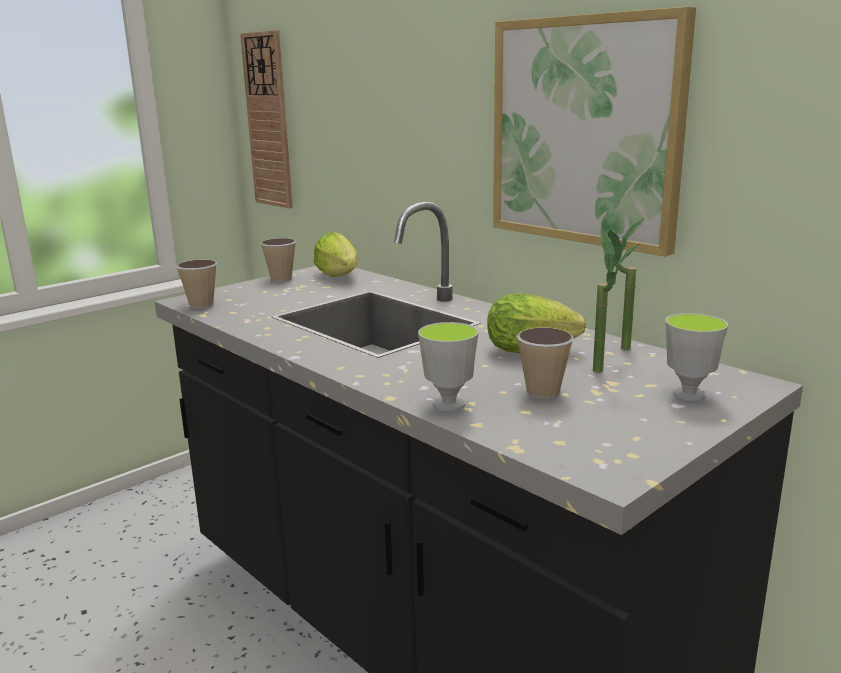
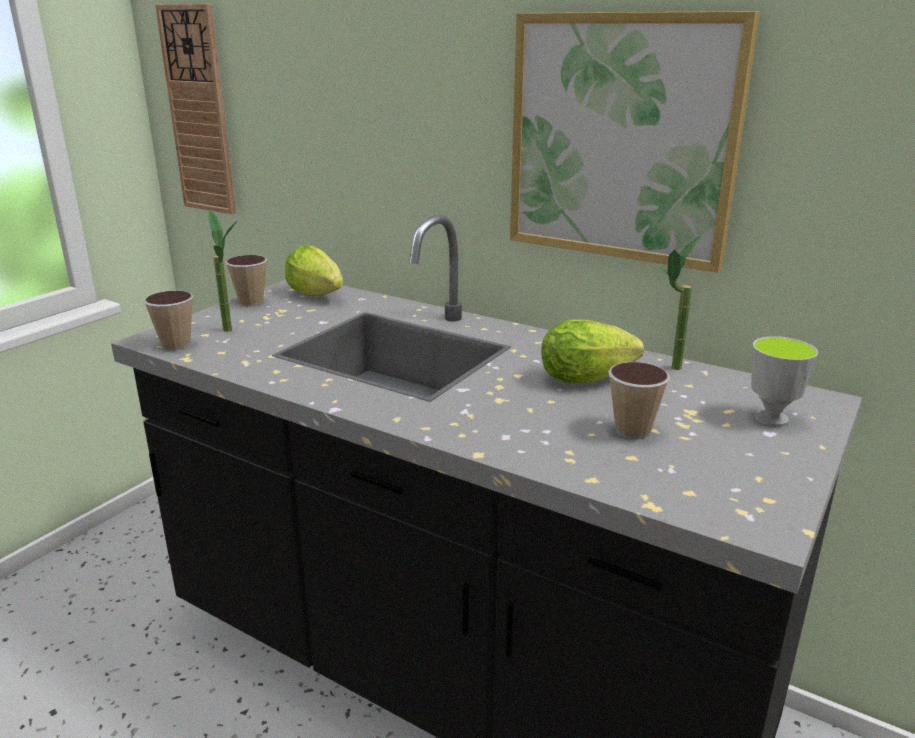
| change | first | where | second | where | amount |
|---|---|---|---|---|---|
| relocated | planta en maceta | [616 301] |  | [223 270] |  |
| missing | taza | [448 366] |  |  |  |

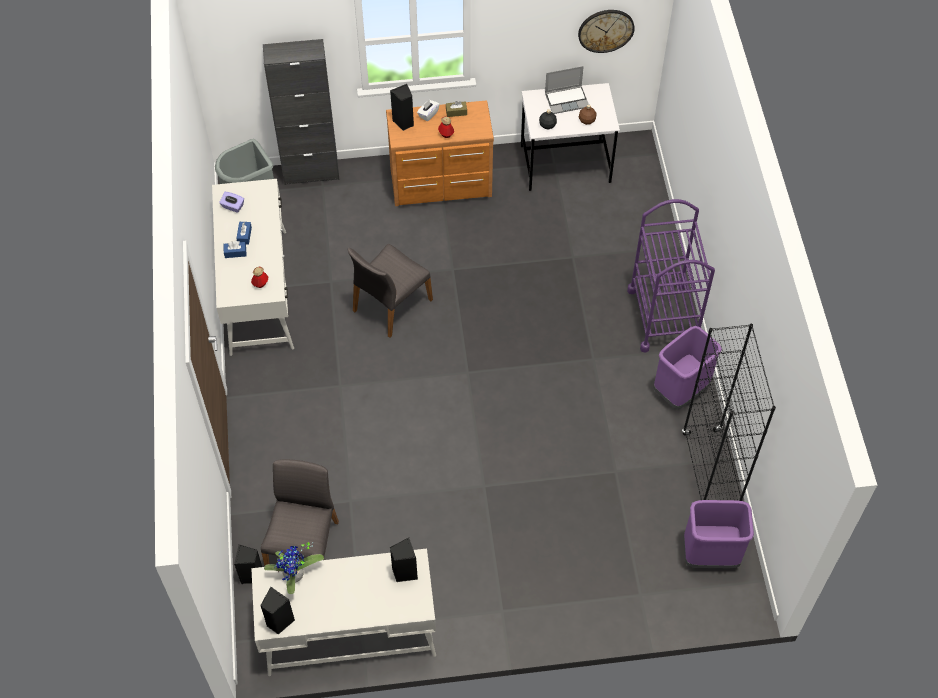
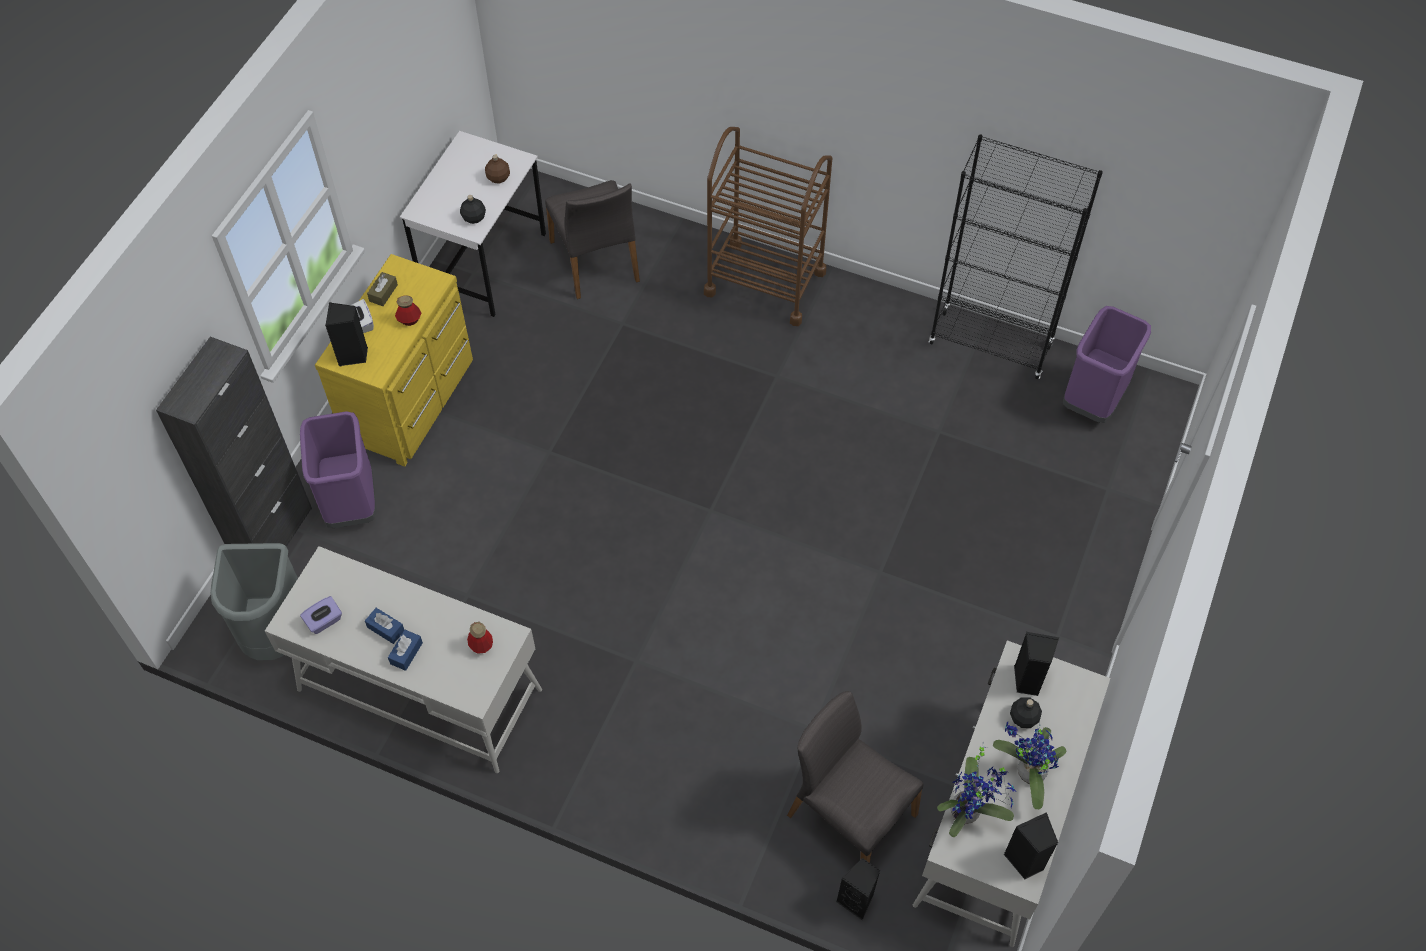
| change | first | where | second | where | amount |
|---|---|---|---|---|---|
| relocated | papelera/morado | [687 367] |  | [338 469] |  |
| colour | cómoda/marrón | [440 153] | cómoda/amarillo | [394 360] |  |
| relocated | silla/gris | [390 291] |  | [592 239] |  |
| colour | carrito/morado | [671 276] | carrito/marrón | [768 226] |  |
| appeared |  |  | planta en maceta | [1030 765] |  |
| appeared |  |  | botella/negro | [1026 712] |  |
| missing | portátil | [567 90] |  |  |  |
| missing | reloj de pared | [606 31] |  |  |  |

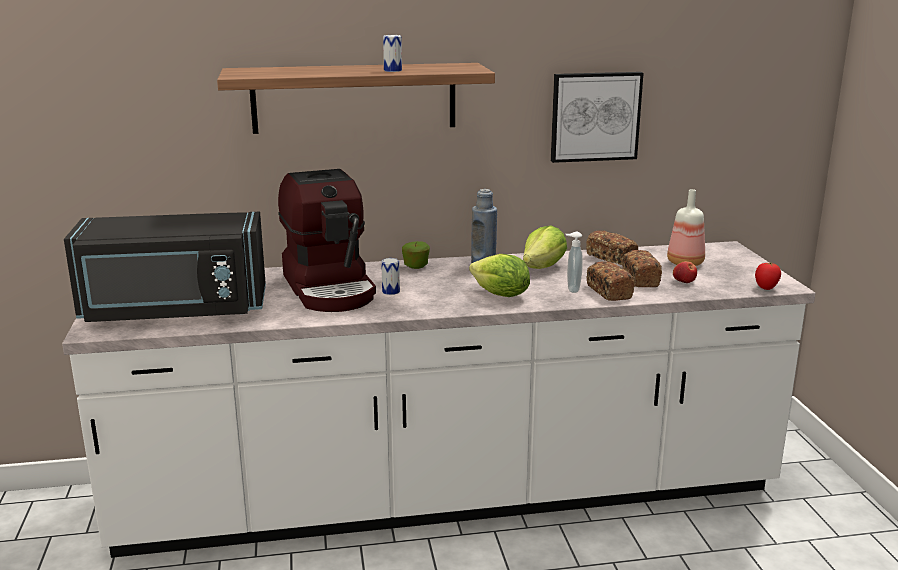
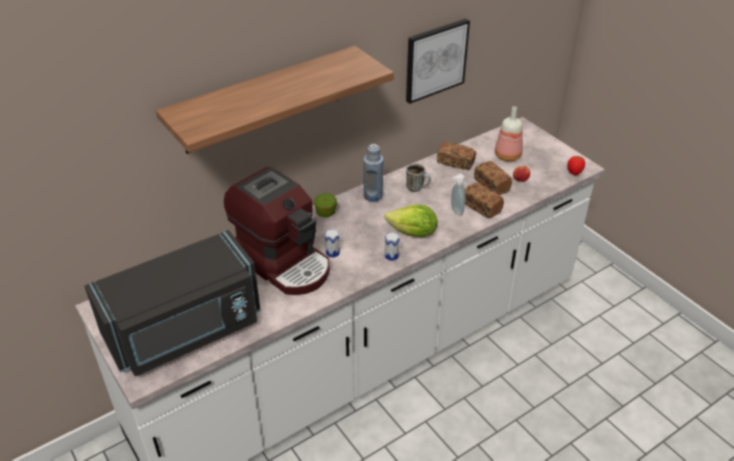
| change | first | where | second | where | amount |
|---|---|---|---|---|---|
| relocated | lata | [392 53] |  | [392 246] |  |
| exchanged | lechuga | [545 247] | taza grande | [418 178] |  |

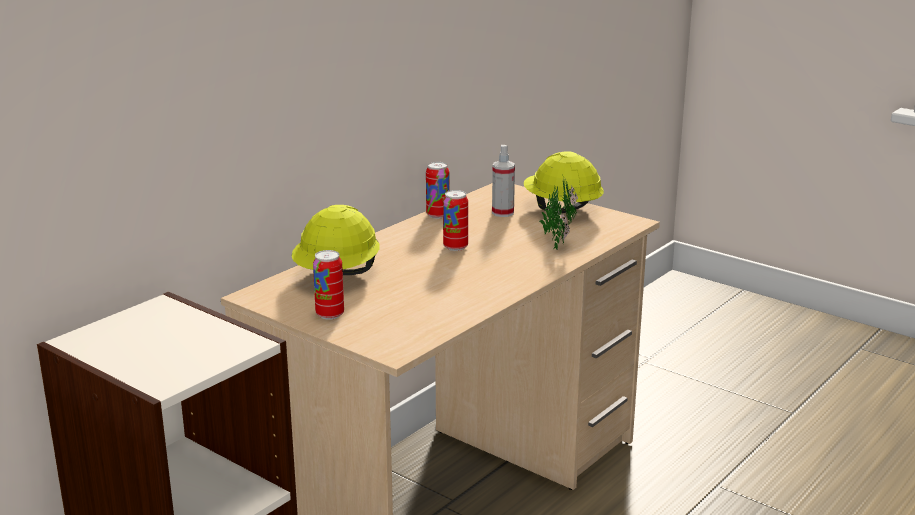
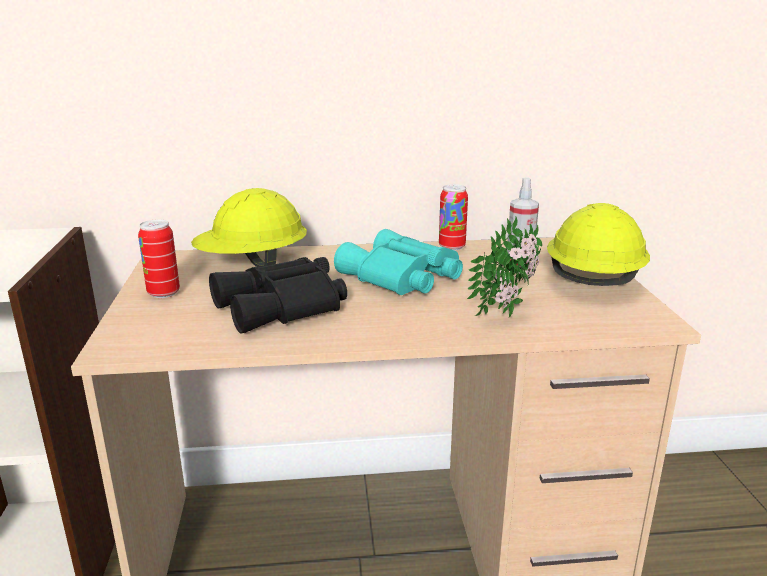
| change | first | where | second | where | amount |
|---|---|---|---|---|---|
| appeared |  |  | prismáticos/negro | [278 295] |  |
| exchanged | lata | [455 220] | prismáticos/turquesa | [398 262] |  |

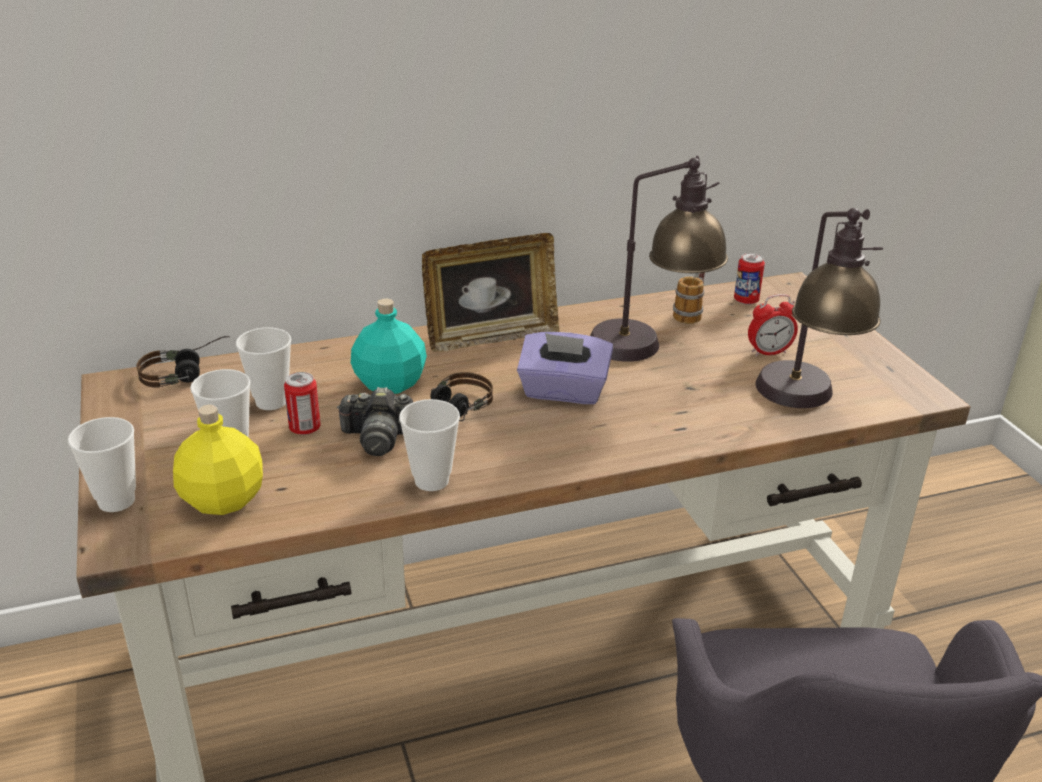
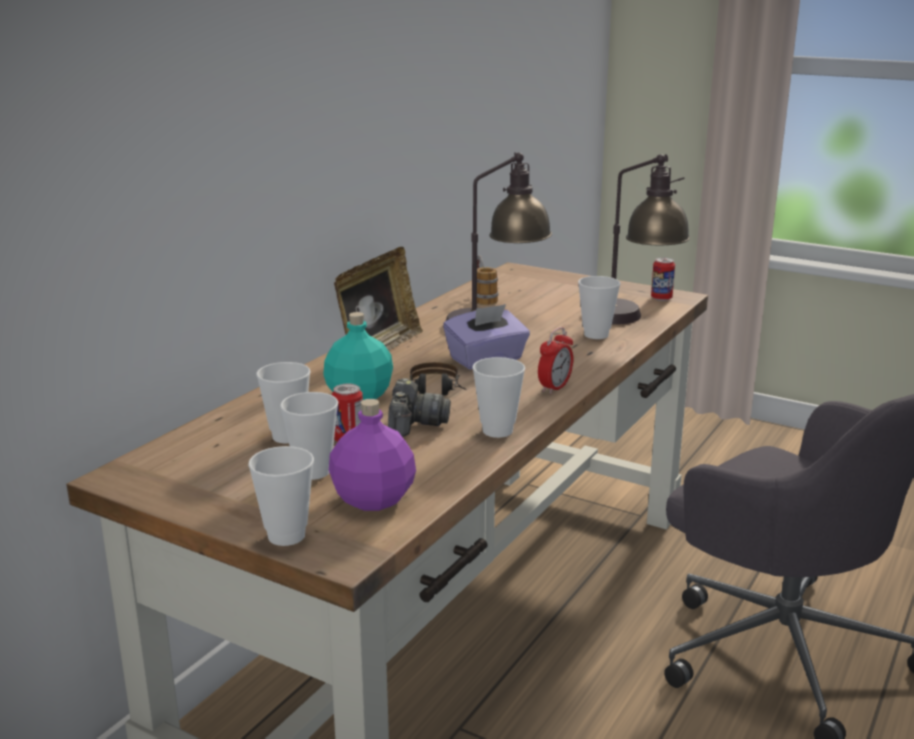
| change | first | where | second | where | amount |
|---|---|---|---|---|---|
| colour | botella/amarillo | [218 459] | botella/morado | [372 455] |  |
| spun | cámara | [375 421] |  | [419 407] | 45 degrees counterclockwise |
| relocated | despertador | [773 325] |  | [555 360] |  |
| appeared |  |  | taza | [599 307] |  |
| relocated | lata | [749 279] |  | [663 279] |  |
| missing | auriculares | [183 361] |  |  |  |

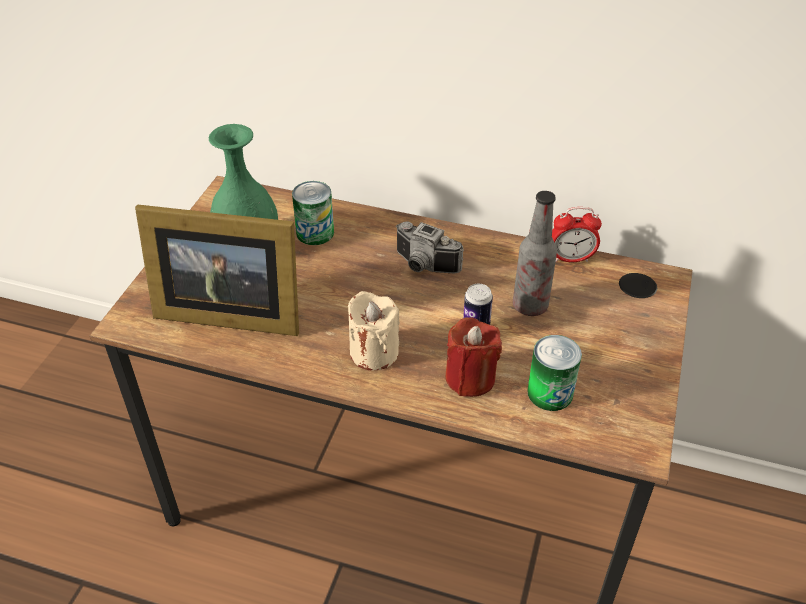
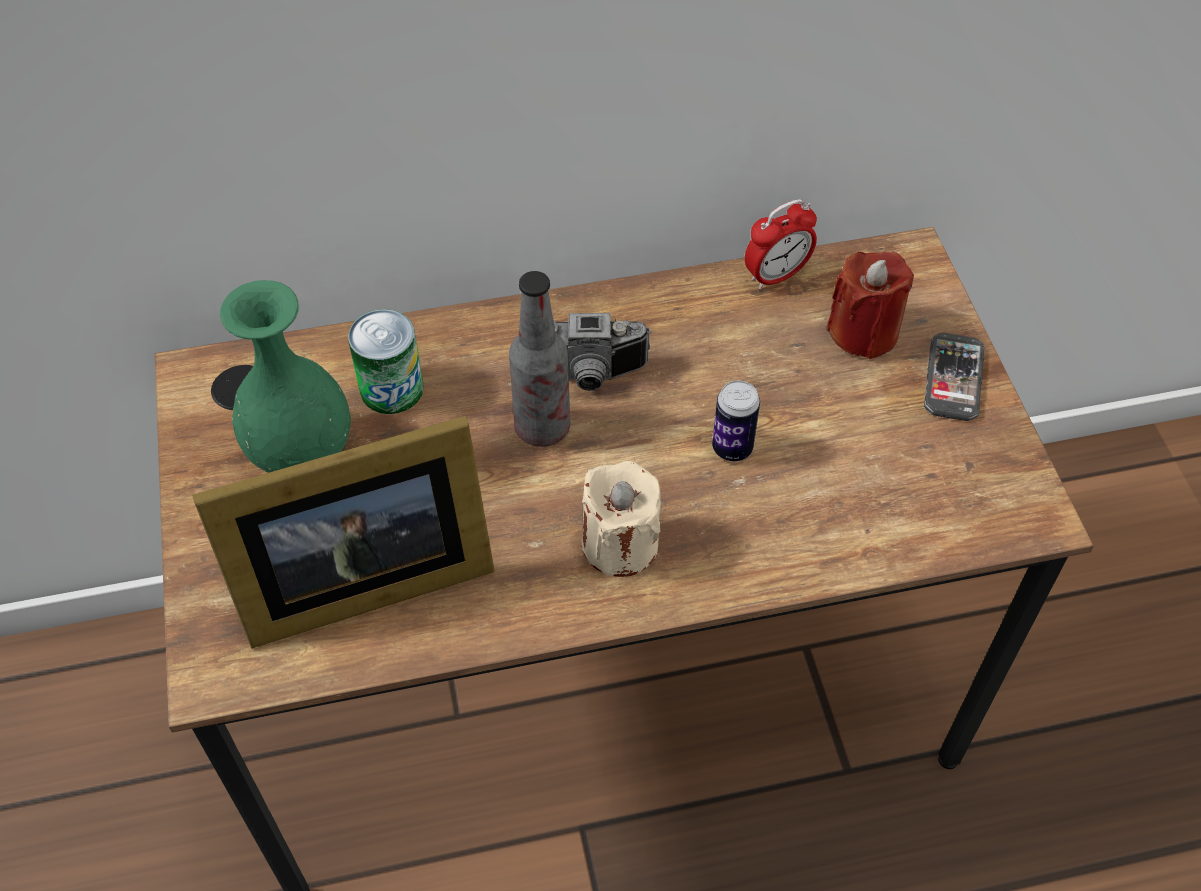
| change | first | where | second | where | amount |
|---|---|---|---|---|---|
| relocated | botella | [535 253] |  | [539 359] |  |
| relocated | vela/rojo | [473 357] |  | [870 305] |  |
| appeared |  |  | móvil | [954 377] |  |
| missing | lata | [554 373] |  |  |  |

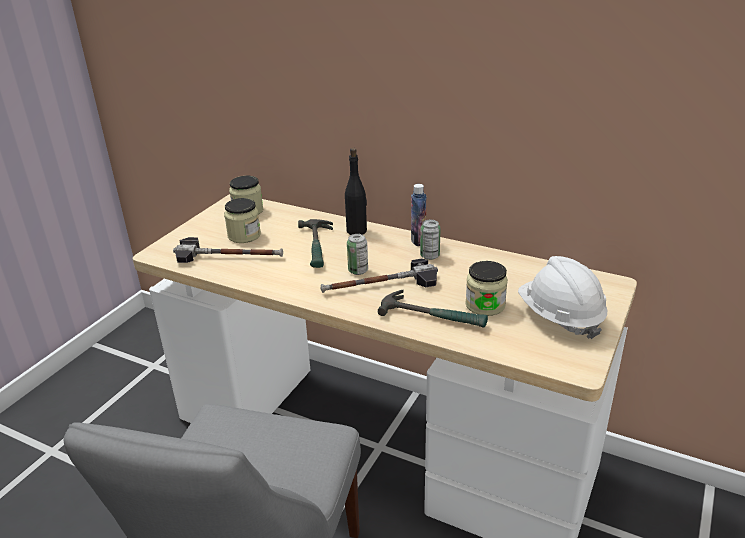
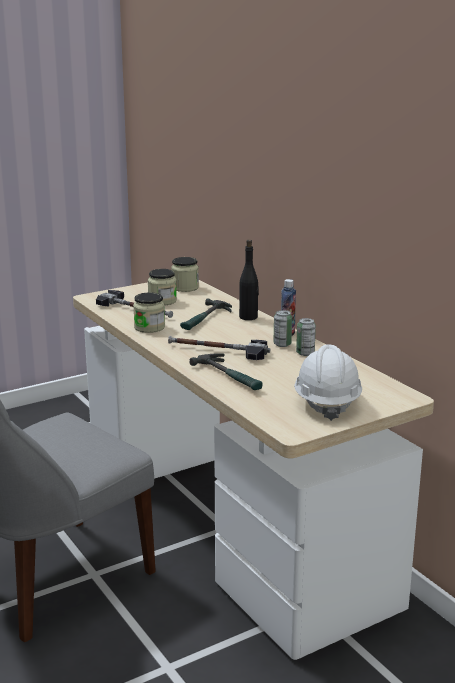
| change | first | where | second | where | amount |
|---|---|---|---|---|---|
| relocated | tarro | [486 288] |  | [149 312] |  |
| relocated | lata | [357 254] |  | [306 337] |  |

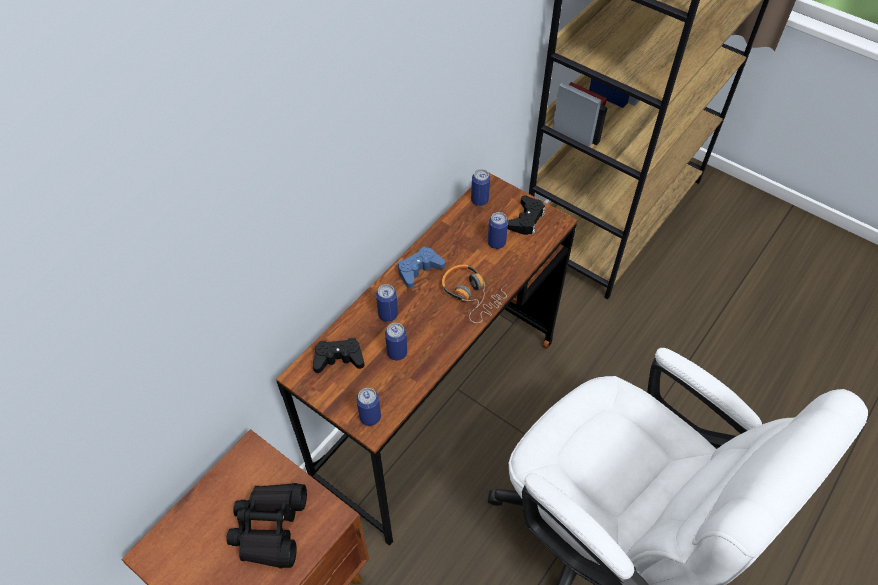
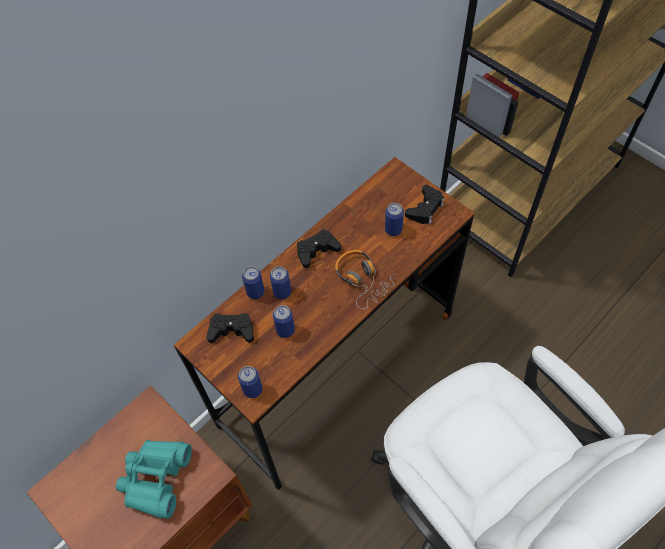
| change | first | where | second | where | amount |
|---|---|---|---|---|---|
| colour | prismáticos/negro | [266 525] | prismáticos/turquesa | [154 479] |  |
| relocated | lata | [480 187] |  | [253 282] |  |
| colour | mando de consola/azul | [421 267] | mando de consola/negro | [319 248] |  |

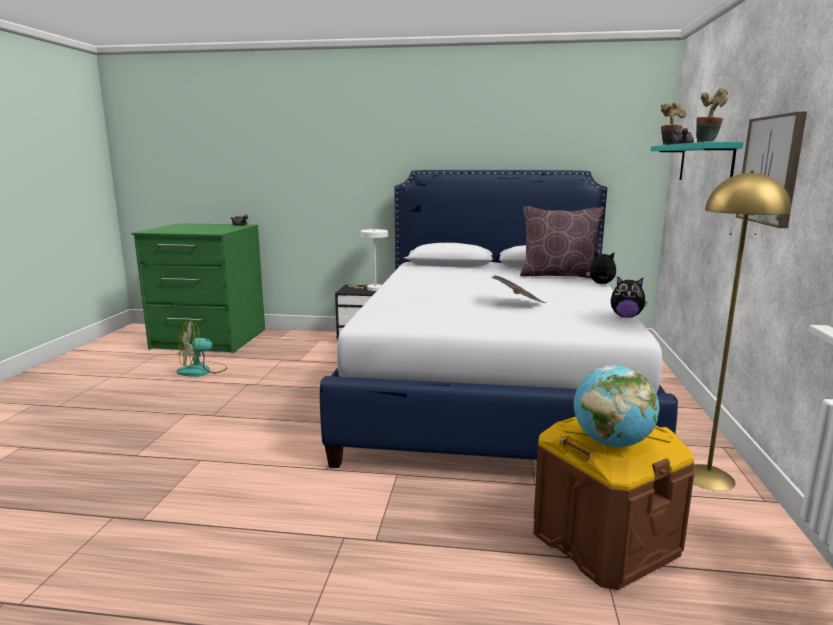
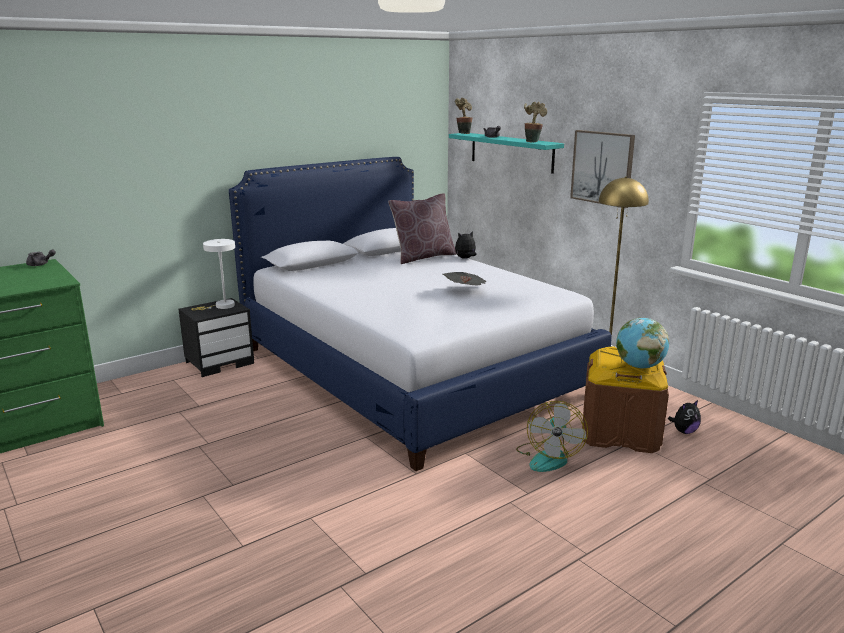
| change | first | where | second | where | amount |
|---|---|---|---|---|---|
| relocated | ventilador | [202 349] |  | [552 436] |  |
| relocated | peluche | [628 297] |  | [684 417] |  |

